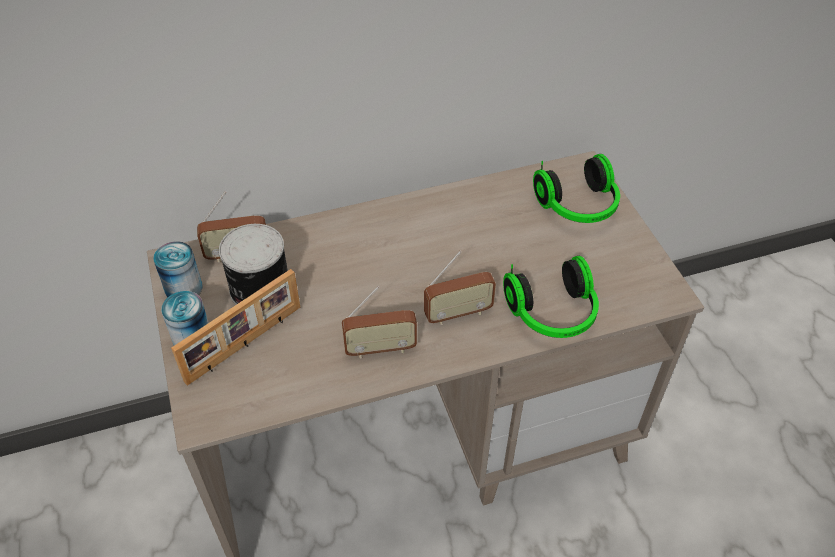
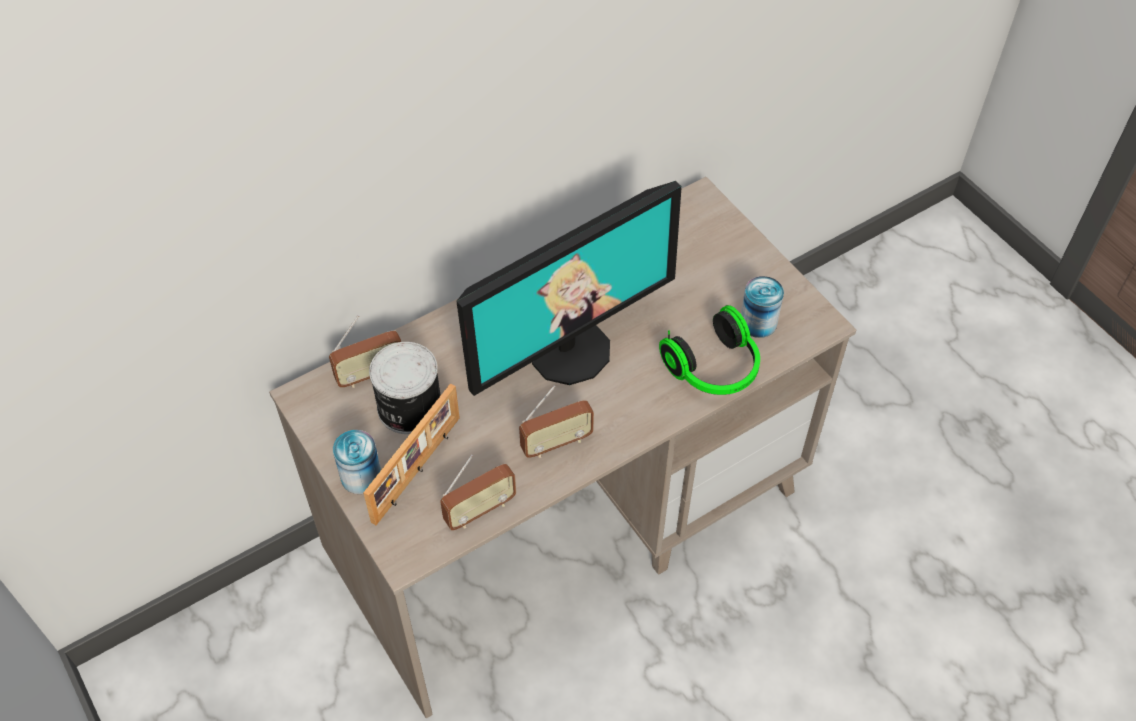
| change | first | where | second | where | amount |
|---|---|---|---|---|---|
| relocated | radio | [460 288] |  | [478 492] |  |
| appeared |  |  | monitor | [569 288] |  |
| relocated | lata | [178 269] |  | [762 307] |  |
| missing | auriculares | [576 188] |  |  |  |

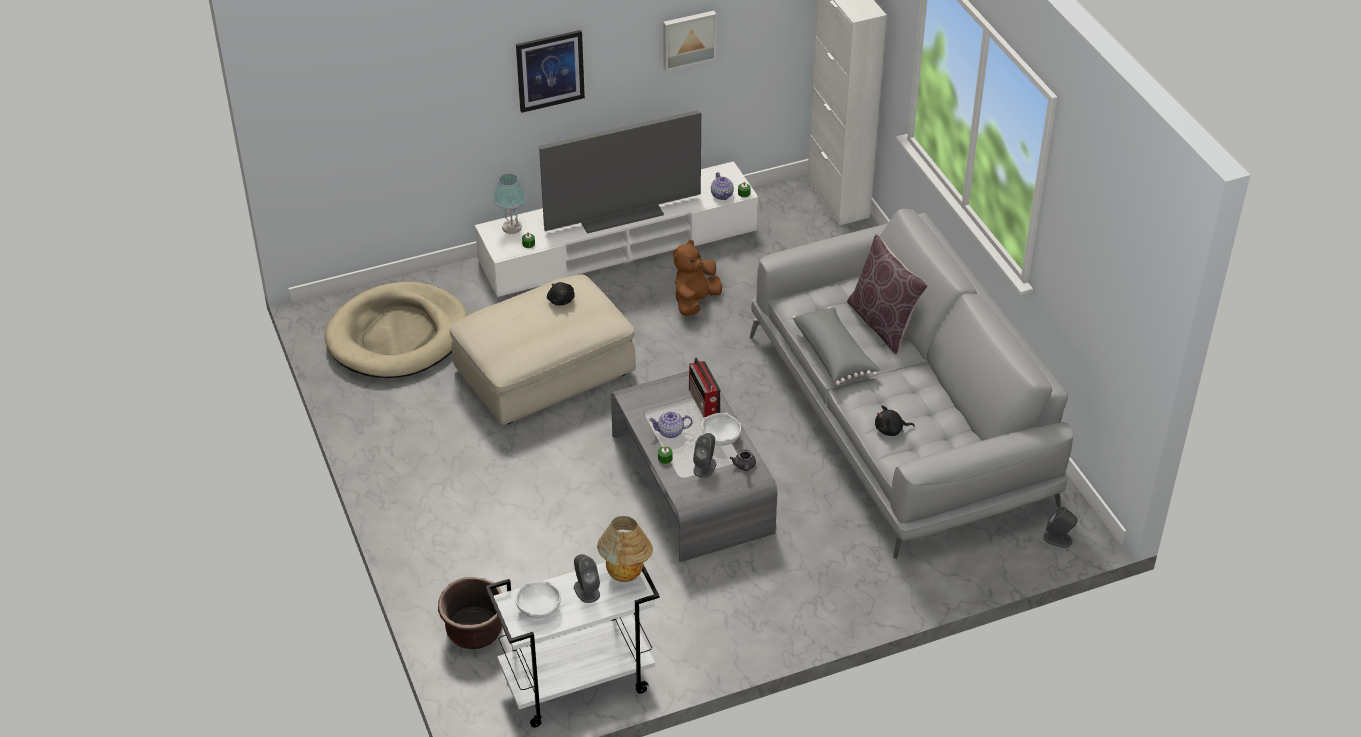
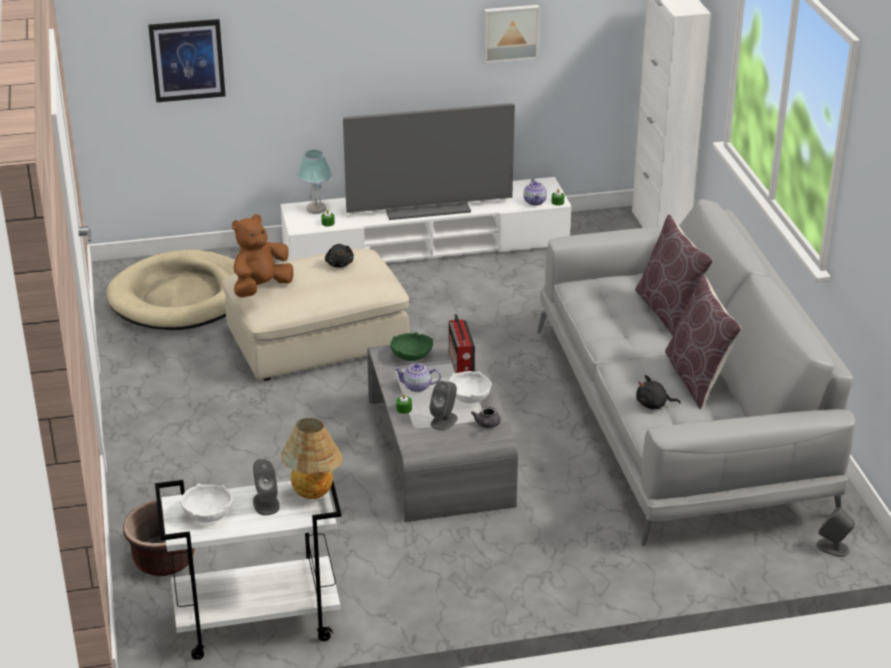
| change | first | where | second | where | amount |
|---|---|---|---|---|---|
| relocated | cuadro | [550 71] |  | [187 60] |  |
| relocated | peluche/marrón | [697 278] |  | [263 255] |  |
| appeared |  |  | cuenco/verde | [411 346] |  |
| appeared |  |  | cojín/marrón | [703 341] |  |
| missing | cojín/gris | [836 346] |  |  |  |

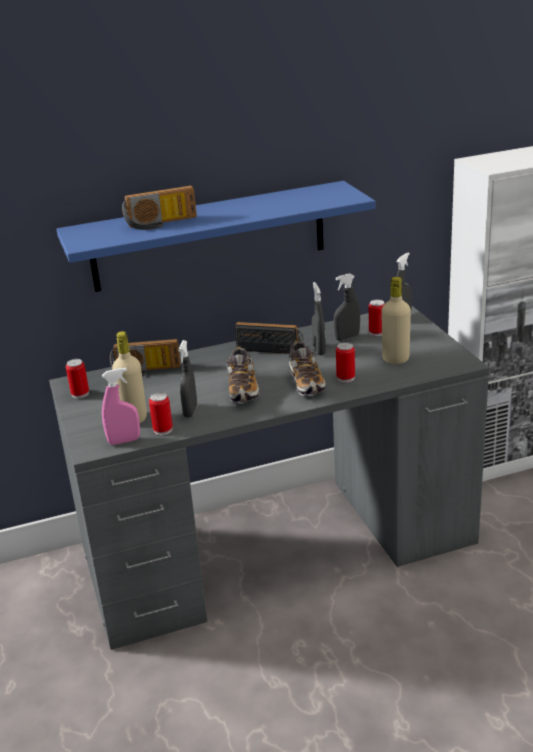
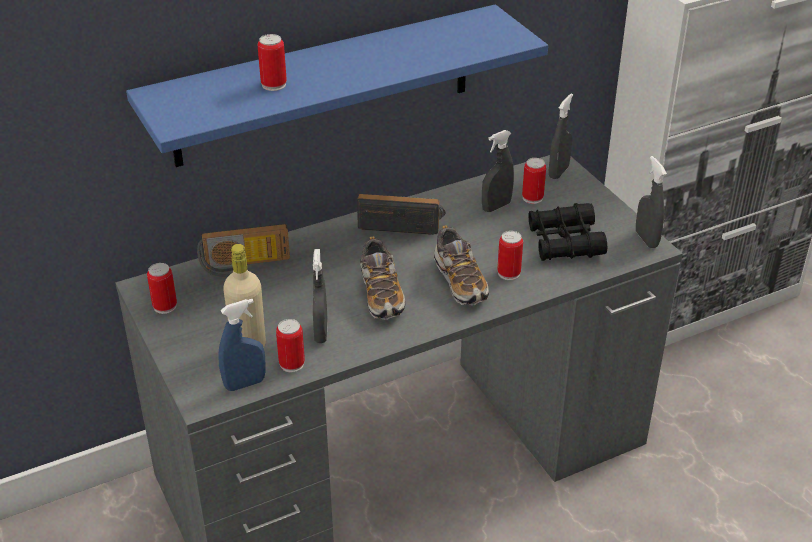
| change | first | where | second | where | amount |
|---|---|---|---|---|---|
| colour | pulverizador/rosa | [121 406] | pulverizador/azul | [241 345] |  |
| exchanged | radio | [159 208] | lata | [272 62] |  |
| exchanged | botella/beis | [396 320] | prismáticos/negro | [567 232] |  |
| relocated | pulverizador/gris | [319 318] |  | [651 202] |  |

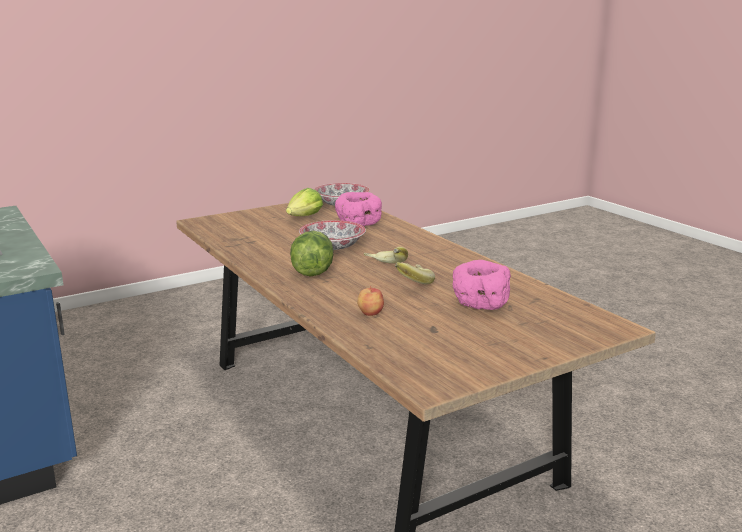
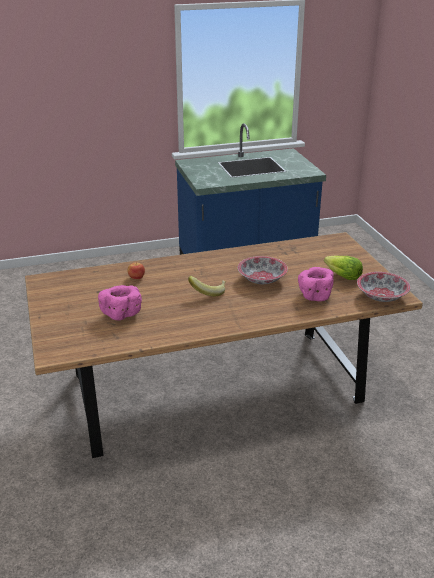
| change | first | where | second | where | amount |
|---|---|---|---|---|---|
| missing | lechuga | [312 253] |  |  |  |
| missing | plátano | [415 273] |  |  |  |

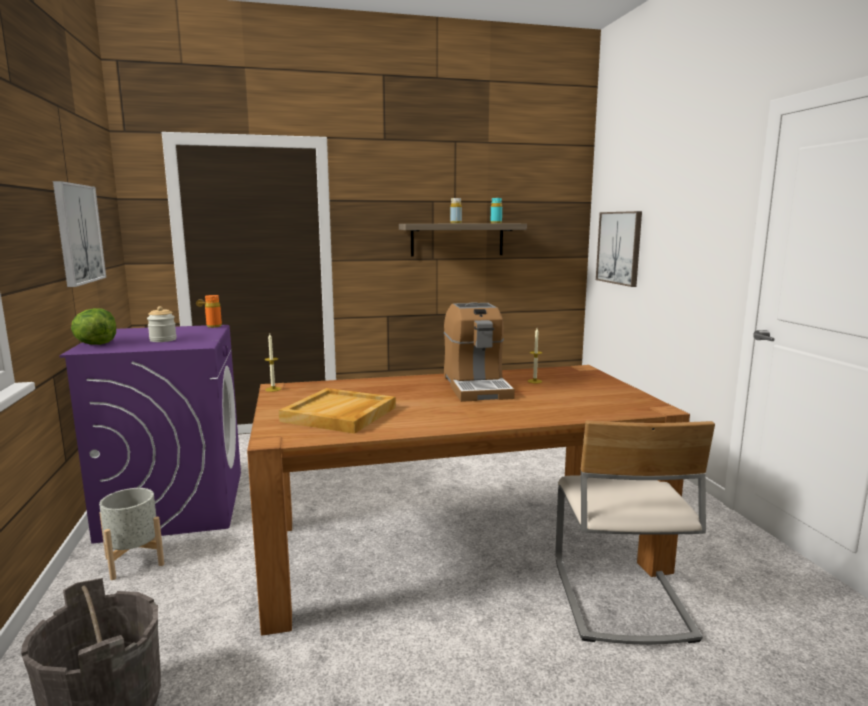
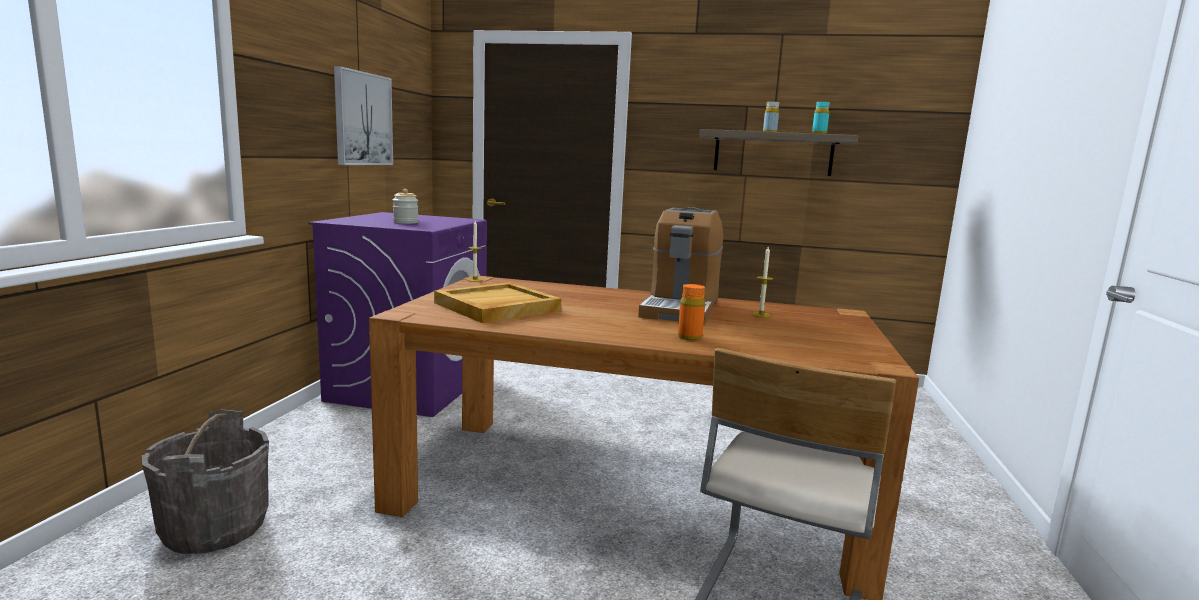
| change | first | where | second | where | amount |
|---|---|---|---|---|---|
| relocated | botella/naranja | [213 311] |  | [691 312] |  |
| missing | lechuga | [93 326] |  |  |  |
| missing | maceta/gris | [131 534] |  |  |  |
| missing | cuadro | [619 249] |  |  |  |

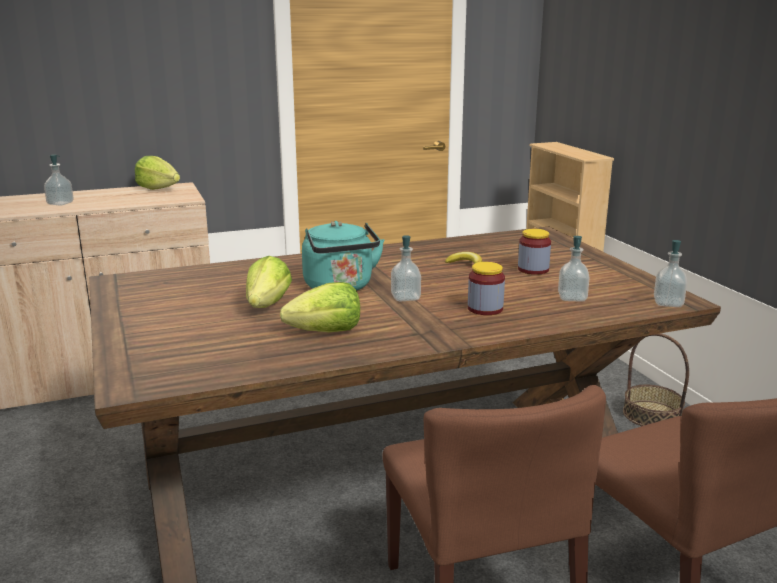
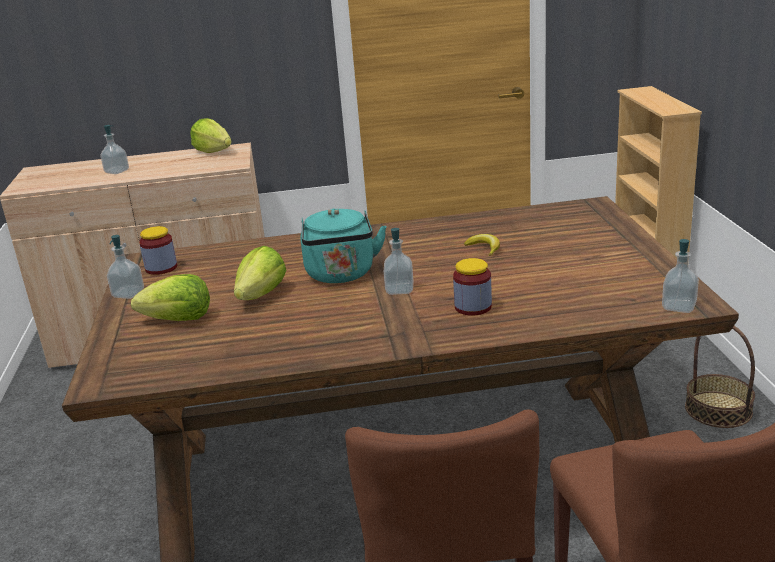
| change | first | where | second | where | amount |
|---|---|---|---|---|---|
| relocated | dispensador de jabón | [574 269] |  | [125 267] |  |
| relocated | lechuga | [320 307] |  | [170 297] |  |
| relocated | tarro | [534 252] |  | [158 250] |  |

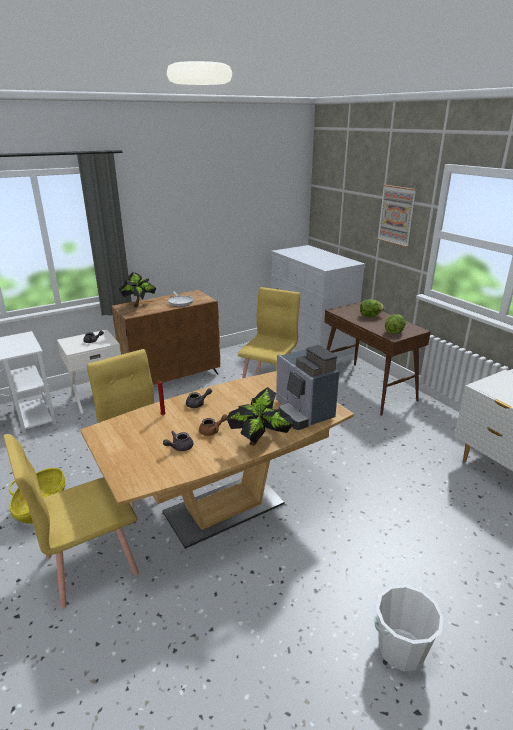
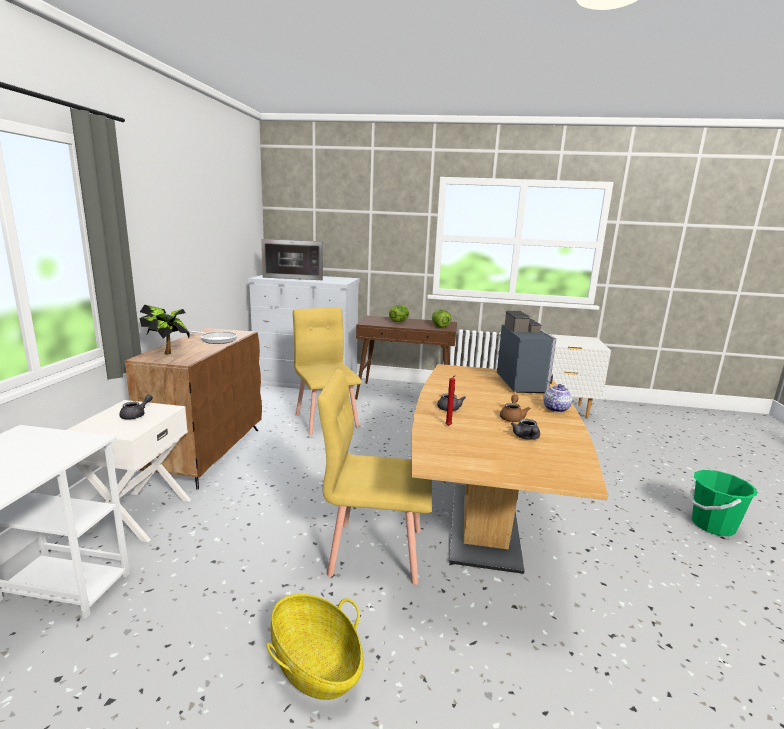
| change | first | where | second | where | amount |
|---|---|---|---|---|---|
| appeared |  |  | microondas | [292 259] |  |
| spun | cafetera | [307 387] |  | [527 352] | 105 degrees counterclockwise |
| exchanged | planta en maceta | [260 416] | tetera | [557 398] |  |
| colour | cubo/blanco | [409 628] | cubo/verde | [723 503] |  |
| missing | silla/amarillo | [71 521] |  |  |  |
| missing | cuadro | [397 216] |  |  |  |

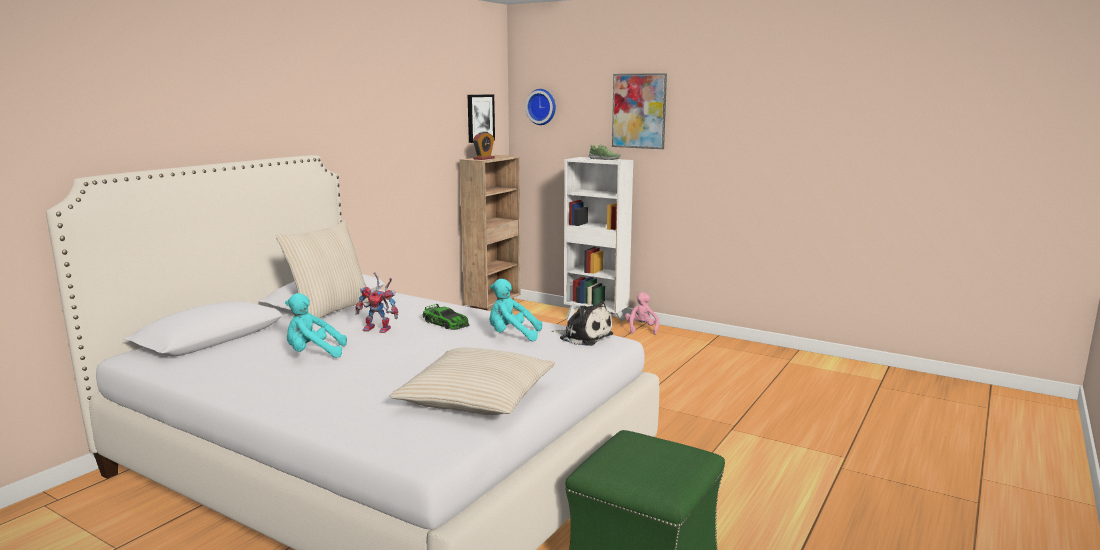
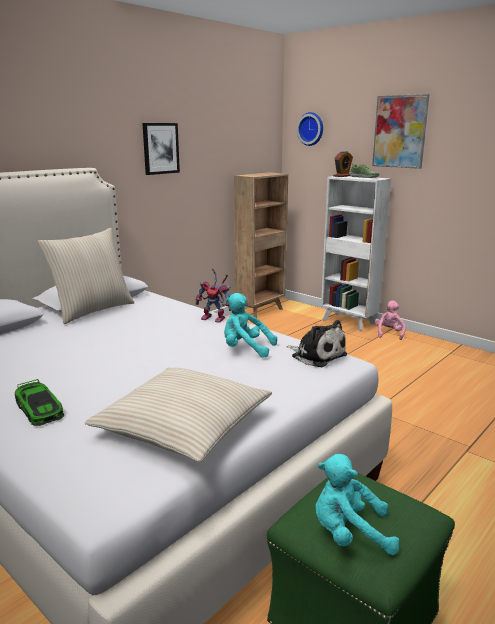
| change | first | where | second | where | amount |
|---|---|---|---|---|---|
| relocated | coche de juguete | [446 317] |  | [39 402] |  |
| relocated | cuadro | [481 118] |  | [161 149] |  |
| relocated | robot de juguete | [376 302] |  | [213 295] |  |
| relocated | peluche/turquesa | [316 325] |  | [358 504] |  |
| relocated | despertador | [484 146] |  | [343 164] |  |

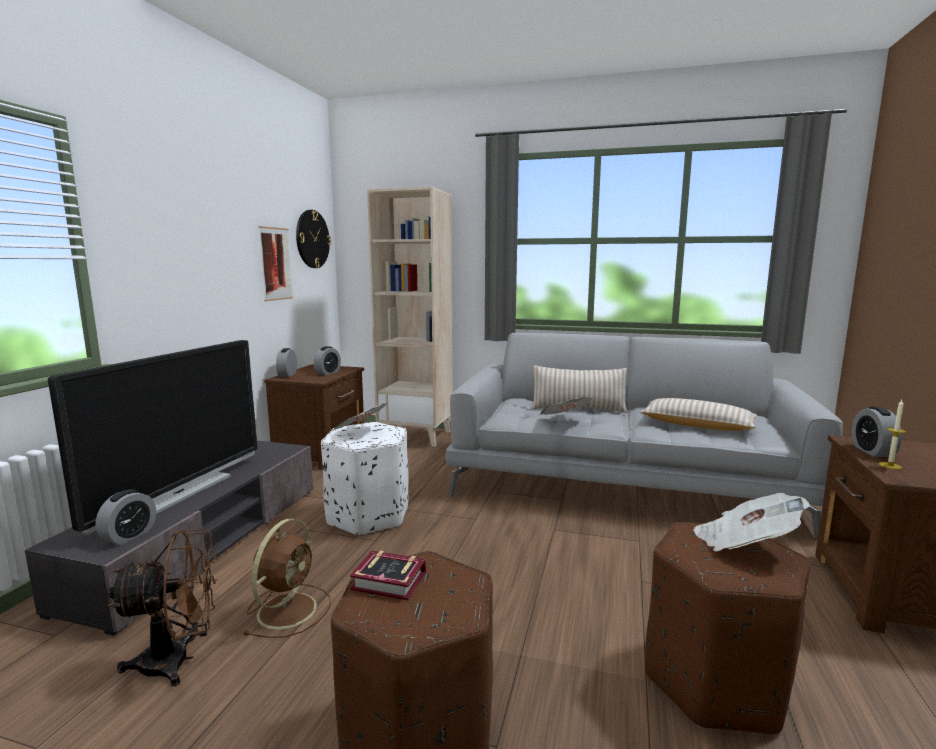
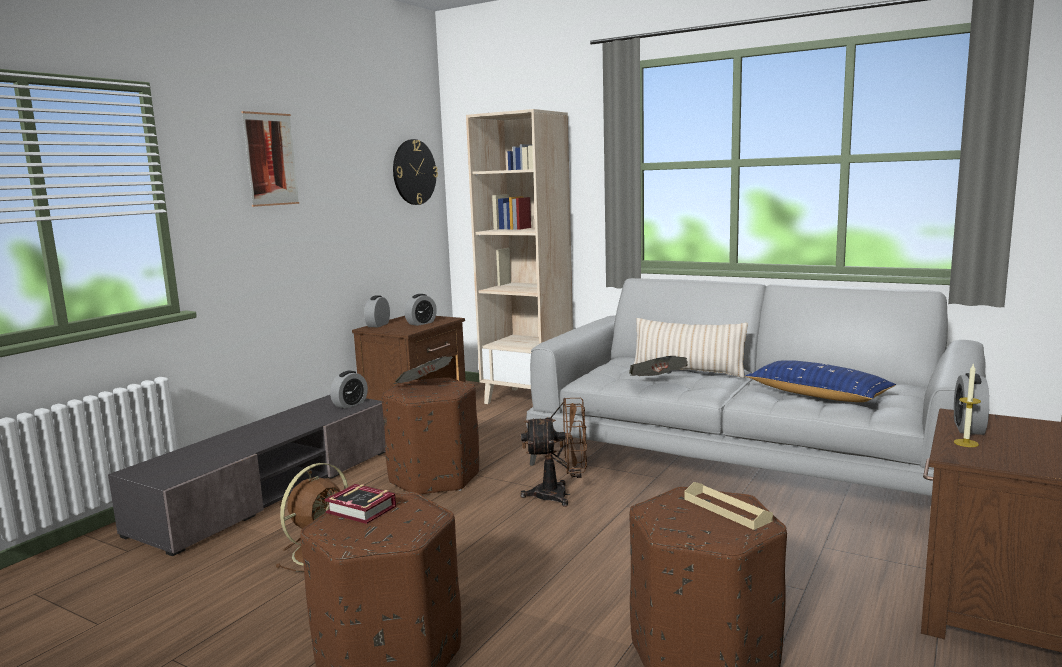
| change | first | where | second | where | amount |
|---|---|---|---|---|---|
| relocated | cuadro | [275 263] |  | [270 159] |  |
| relocated | despertador | [126 517] |  | [349 390] |  |
| colour | puf/blanco | [364 479] | puf/marrón | [430 435] |  |
| relocated | ventilador/marrón | [162 607] |  | [553 452] |  |
| exchanged | periódico | [751 522] | bandeja/beis | [728 506] |  |
| colour | cojín/beis | [698 414] | cojín/azul | [821 381] |  |
| missing | televisor | [152 437] |  |  |  |

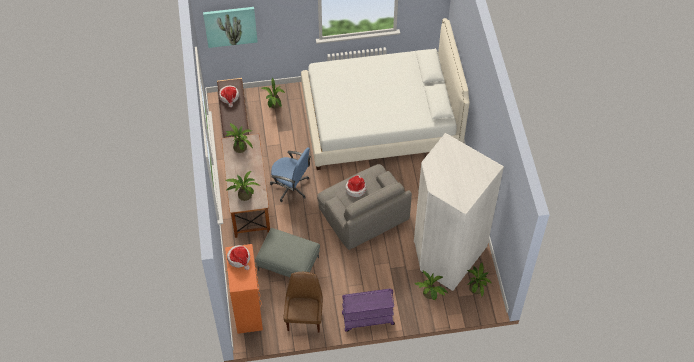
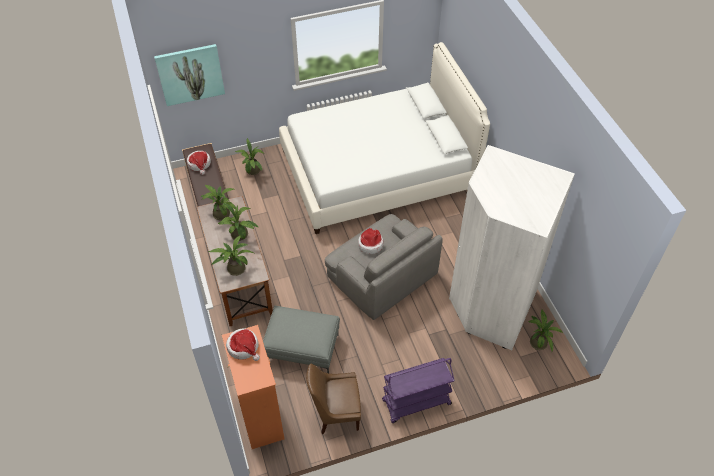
| change | first | where | second | where | amount |
|---|---|---|---|---|---|
| relocated | planta en maceta | [431 285] |  | [238 222] |  |
| spun | silla/marrón | [303 302] |  | [333 399] | 90 degrees counterclockwise |
| missing | silla de oficina/azul | [290 174] |  |  |  |

